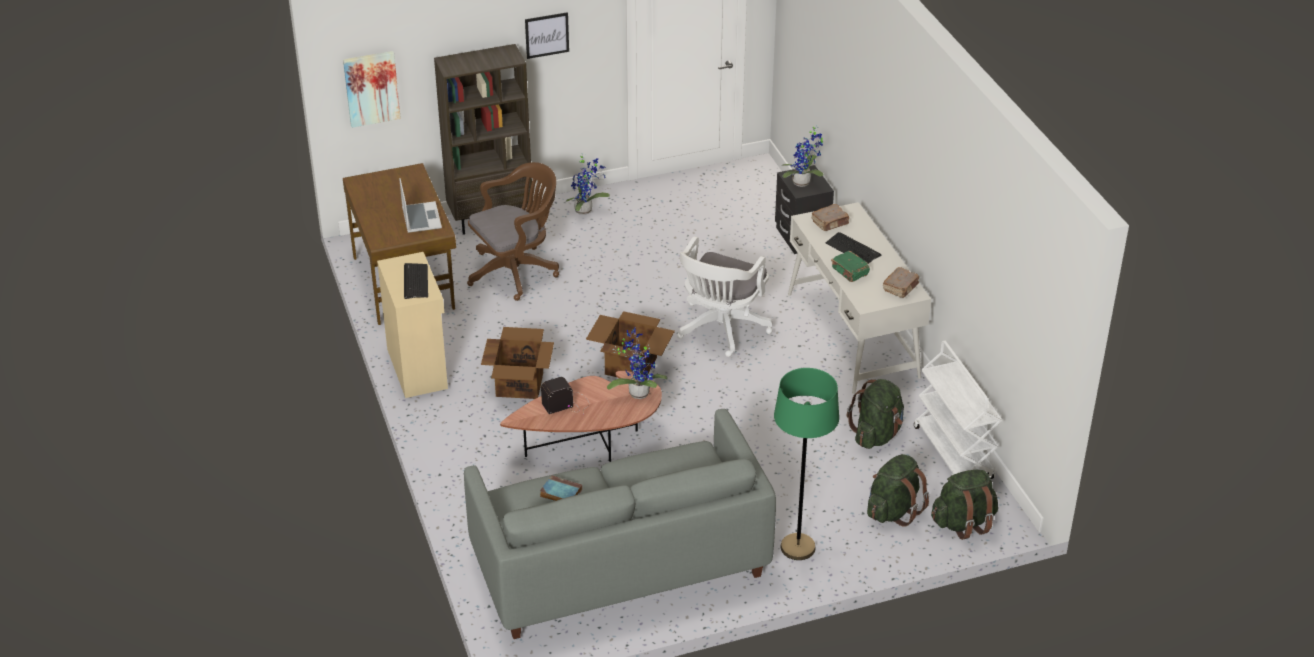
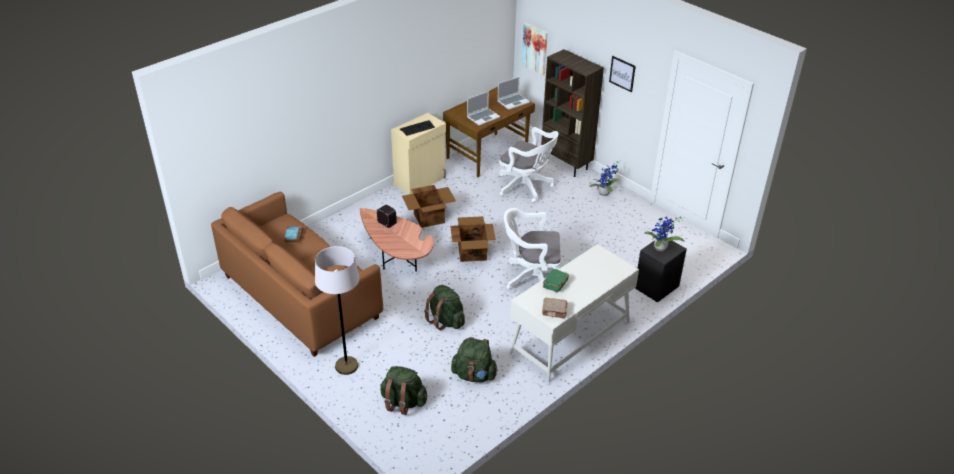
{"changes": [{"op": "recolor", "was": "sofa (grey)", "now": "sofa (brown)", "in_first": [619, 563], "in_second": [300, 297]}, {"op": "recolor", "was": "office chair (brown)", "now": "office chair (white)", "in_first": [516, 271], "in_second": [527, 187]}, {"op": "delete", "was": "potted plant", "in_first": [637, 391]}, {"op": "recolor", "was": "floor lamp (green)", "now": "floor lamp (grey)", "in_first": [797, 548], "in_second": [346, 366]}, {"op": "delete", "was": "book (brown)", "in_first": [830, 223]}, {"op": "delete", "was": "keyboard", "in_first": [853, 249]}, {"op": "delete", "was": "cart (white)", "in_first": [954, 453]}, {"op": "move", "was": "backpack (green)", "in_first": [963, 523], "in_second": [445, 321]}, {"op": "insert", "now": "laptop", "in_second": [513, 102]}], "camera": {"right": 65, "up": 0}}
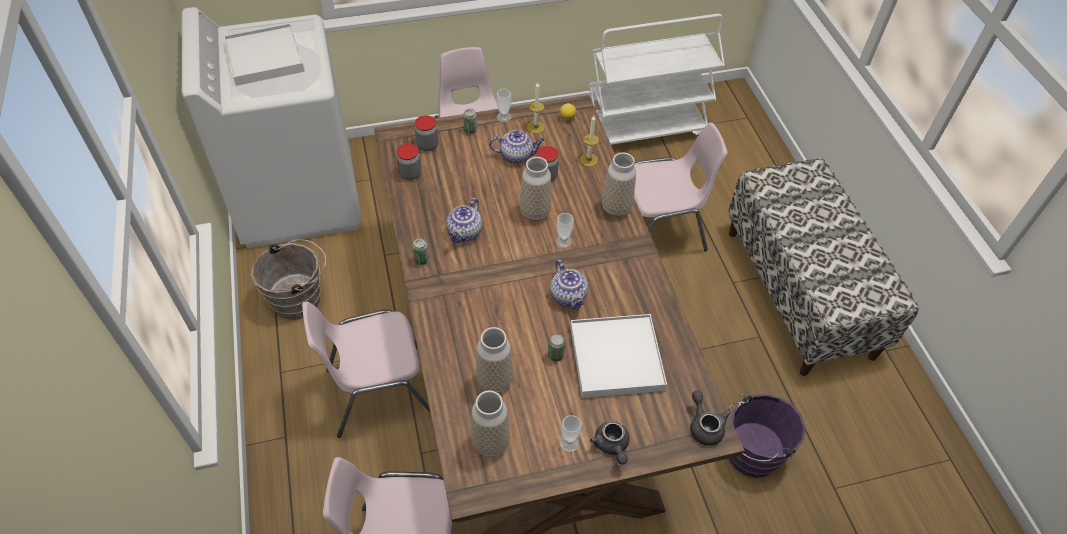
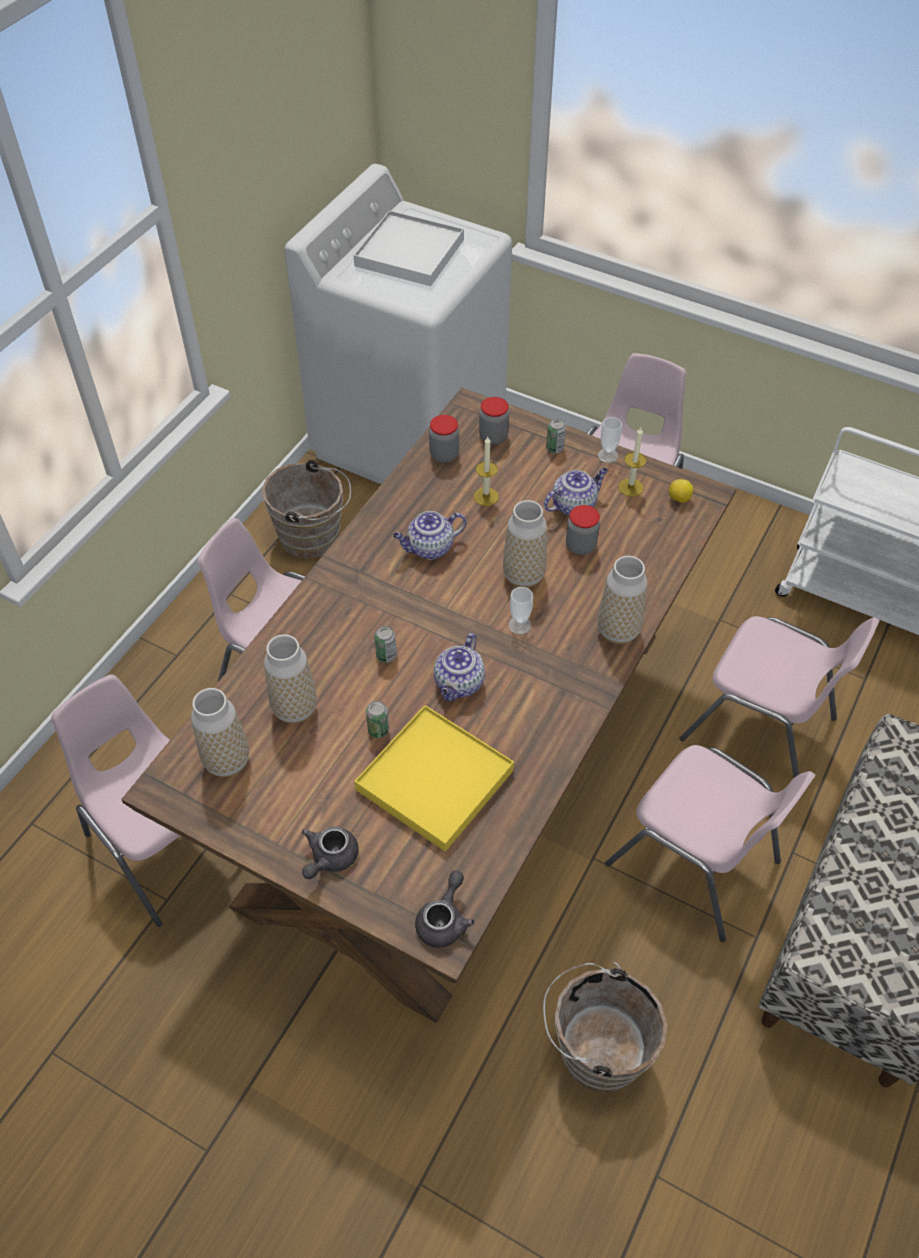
{"changes": [{"op": "move", "was": "can", "in_first": [421, 260], "in_second": [386, 656]}, {"op": "rotate", "was": "teapot", "in_first": [517, 156], "in_second": [574, 505], "clockwise": -75}, {"op": "delete", "was": "cup", "in_first": [569, 442]}, {"op": "recolor", "was": "tray (white)", "now": "tray (yellow)", "in_first": [616, 358], "in_second": [434, 779]}, {"op": "move", "was": "candle", "in_first": [588, 160], "in_second": [486, 496]}, {"op": "recolor", "was": "bucket (purple)", "now": "bucket (brown)", "in_first": [748, 454], "in_second": [594, 1049]}, {"op": "insert", "now": "chair (pink)", "in_second": [695, 864]}], "camera": {"right": 45, "up": 0}}
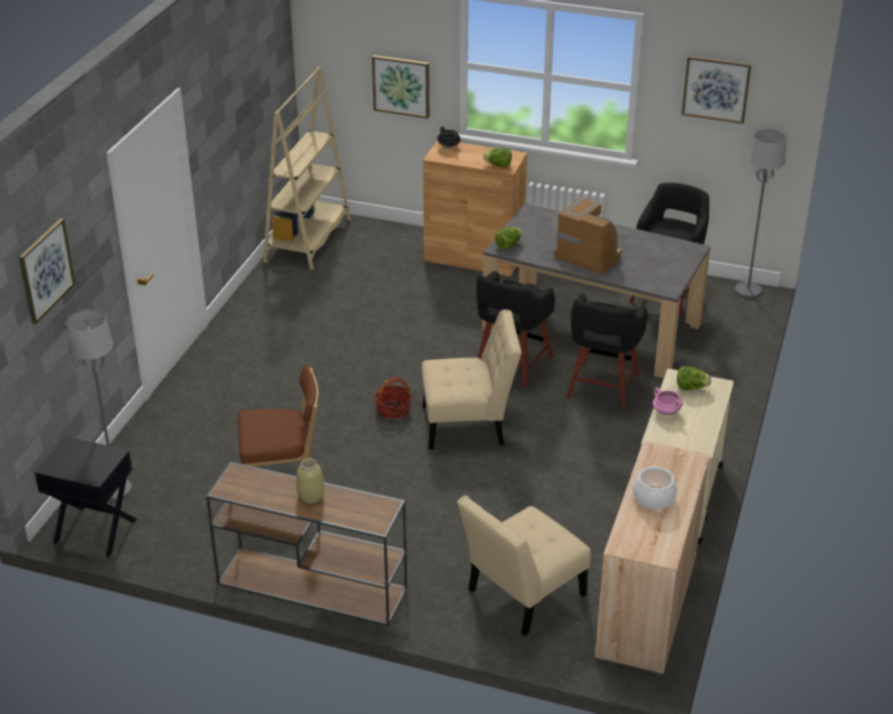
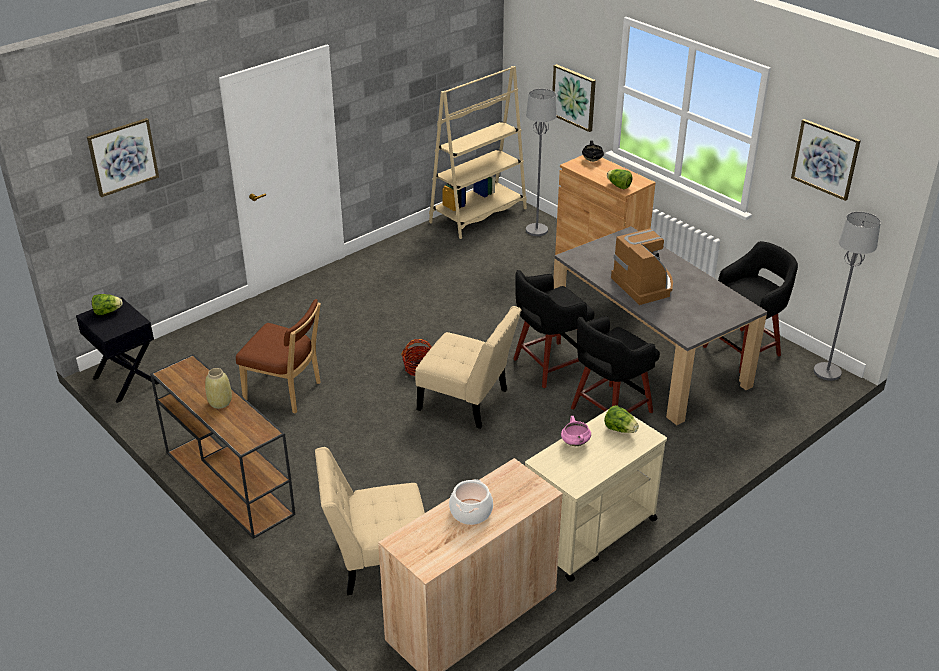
{"changes": [{"op": "move", "was": "floor lamp (grey)", "in_first": [115, 490], "in_second": [536, 230]}, {"op": "move", "was": "lettuce", "in_first": [508, 245], "in_second": [107, 312]}], "camera": {"right": 30, "up": 0}}
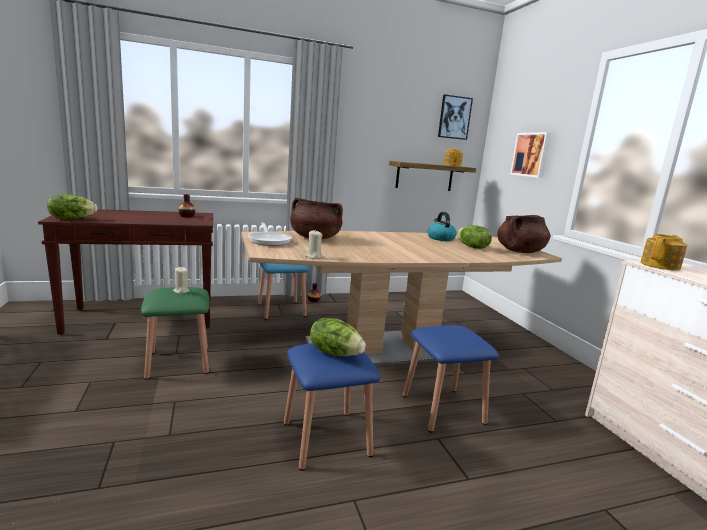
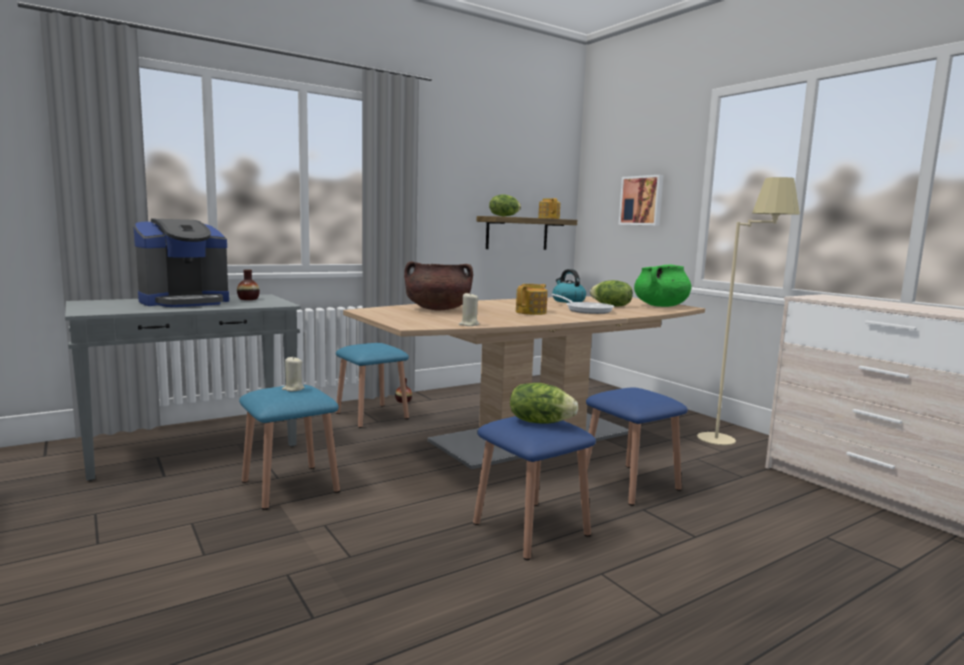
{"changes": [{"op": "recolor", "was": "console table (brown)", "now": "console table (grey)", "in_first": [144, 318], "in_second": [194, 446]}, {"op": "move", "was": "lettuce", "in_first": [72, 219], "in_second": [504, 216]}, {"op": "recolor", "was": "stool (green)", "now": "stool (blue)", "in_first": [178, 362], "in_second": [290, 486]}, {"op": "move", "was": "frying pan", "in_first": [269, 240], "in_second": [586, 310]}, {"op": "delete", "was": "picture", "in_first": [454, 117]}, {"op": "recolor", "was": "cooking pot (brown)", "now": "cooking pot (green)", "in_first": [520, 251], "in_second": [660, 306]}, {"op": "move", "was": "teapot", "in_first": [660, 266], "in_second": [531, 312]}, {"op": "insert", "now": "coffee machine", "in_second": [185, 302]}, {"op": "insert", "now": "floor lamp (beige)", "in_second": [734, 441]}], "camera": {"right": -15, "up": -5}}
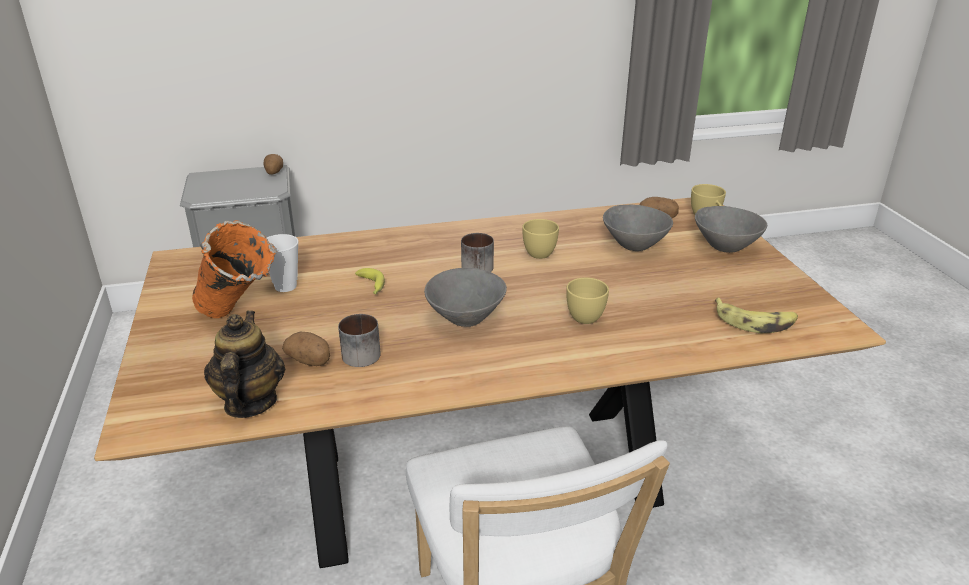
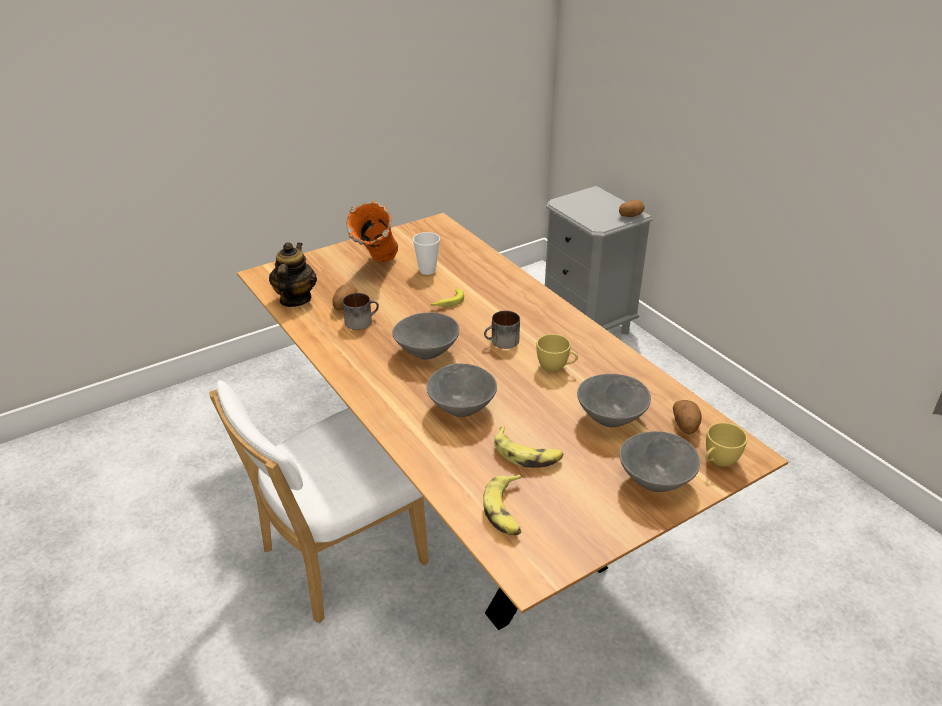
{"changes": [{"op": "rotate", "was": "teapot", "in_first": [250, 403], "in_second": [295, 299], "clockwise": -60}, {"op": "replace", "was": "cup (yellow)", "now": "bowl (grey)", "in_first": [583, 315], "in_second": [462, 407]}, {"op": "insert", "now": "banana", "in_second": [527, 454]}], "camera": {"right": 70, "up": 5}}
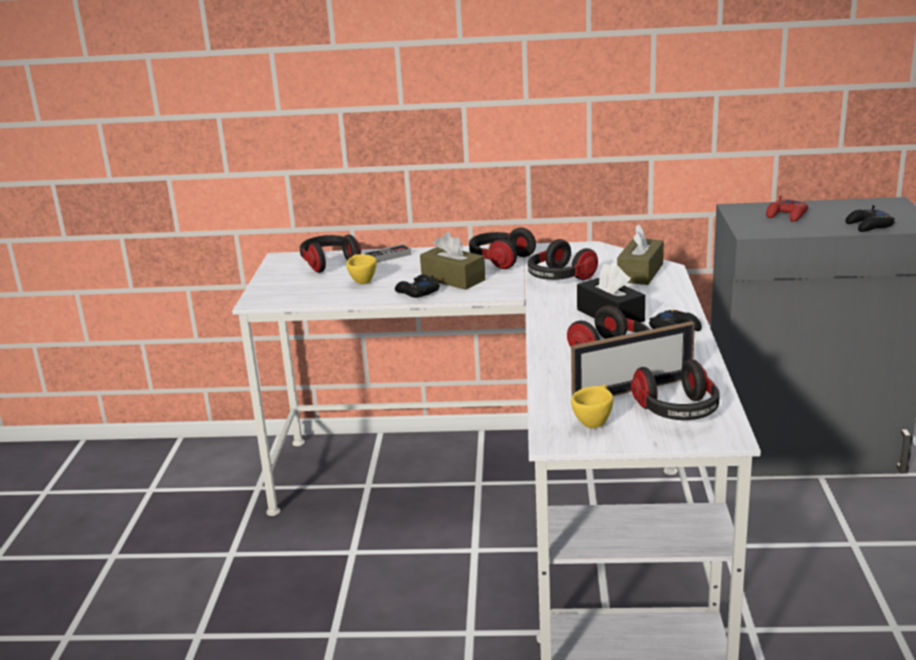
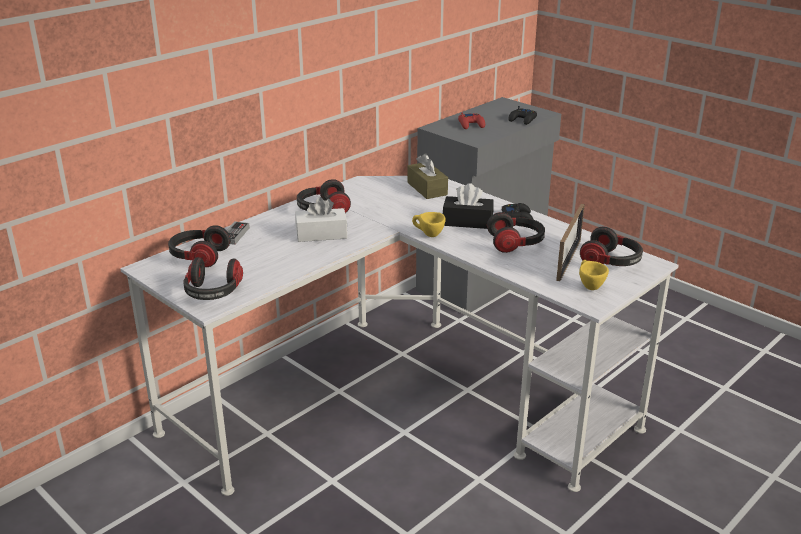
{"changes": [{"op": "move", "was": "cup (yellow)", "in_first": [361, 281], "in_second": [428, 235]}, {"op": "delete", "was": "game controller (black)", "in_first": [417, 292]}, {"op": "recolor", "was": "tissue box (brown)", "now": "tissue box (white)", "in_first": [453, 279], "in_second": [321, 234]}, {"op": "move", "was": "headphones", "in_first": [559, 278], "in_second": [213, 293]}], "camera": {"right": -50, "up": 5}}
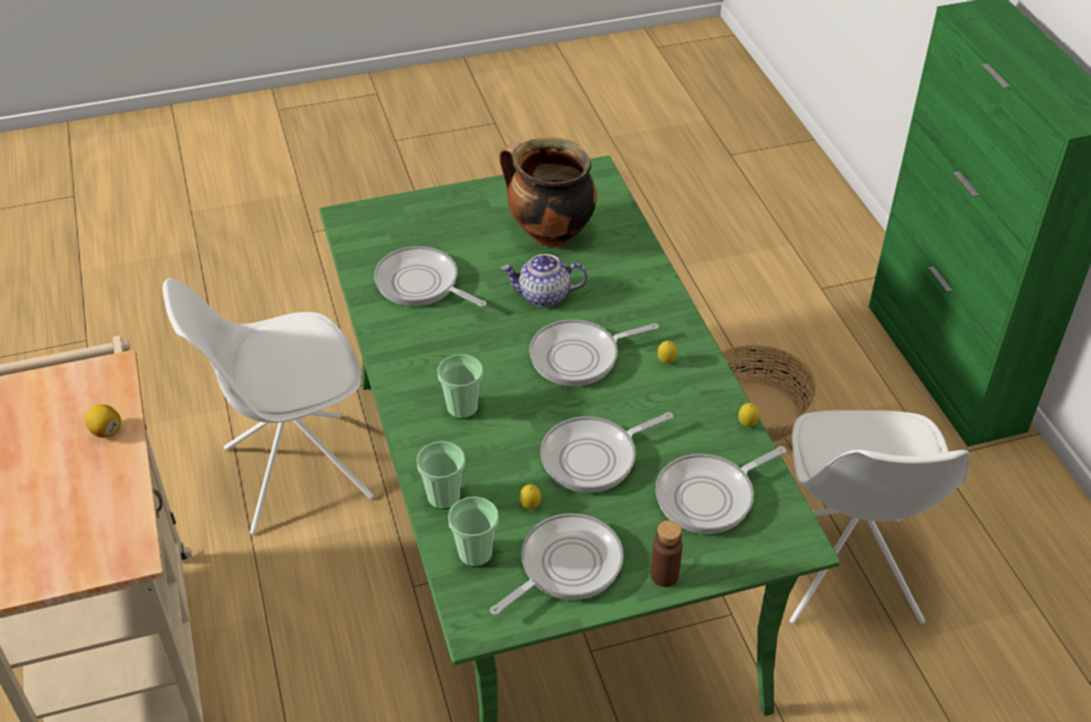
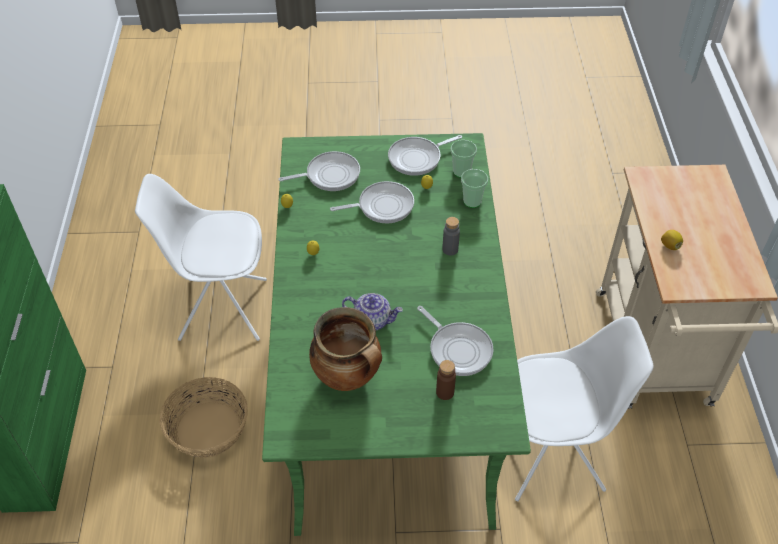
{"changes": [{"op": "replace", "was": "cup", "now": "bottle (grey)", "in_first": [462, 408], "in_second": [450, 249]}, {"op": "delete", "was": "frying pan", "in_first": [580, 357]}, {"op": "move", "was": "bottle (brown)", "in_first": [664, 575], "in_second": [445, 392]}, {"op": "rotate", "was": "chair (white)", "in_first": [846, 573], "in_second": [221, 309], "clockwise": -105}], "camera": {"right": -165, "up": 5}}
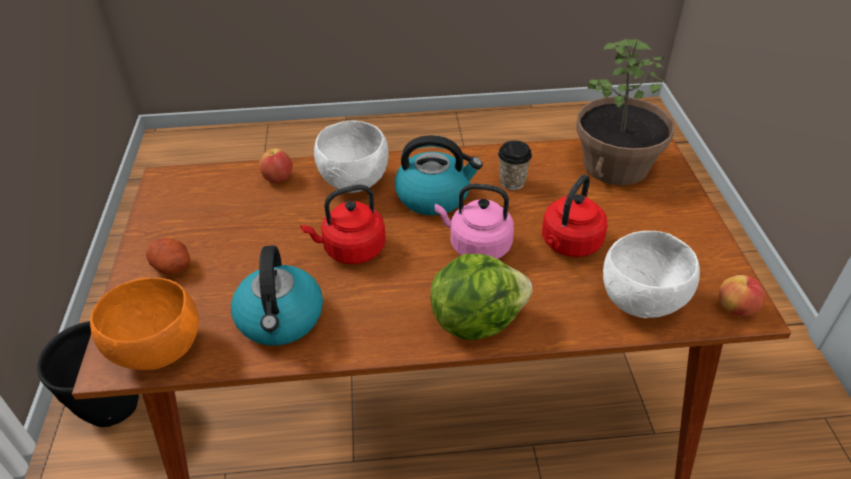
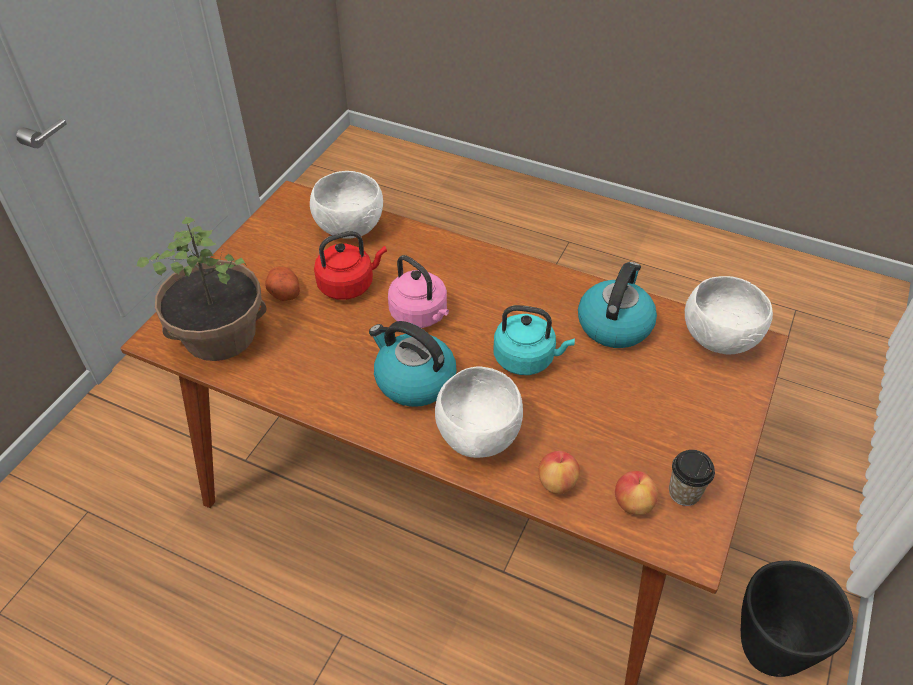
{"changes": [{"op": "recolor", "was": "bowl (orange)", "now": "bowl (white)", "in_first": [159, 351], "in_second": [718, 339]}, {"op": "move", "was": "potato", "in_first": [173, 266], "in_second": [283, 292]}, {"op": "recolor", "was": "kettle (red)", "now": "kettle (turquoise)", "in_first": [351, 250], "in_second": [527, 359]}, {"op": "delete", "was": "lettuce", "in_first": [476, 319]}, {"op": "move", "was": "cup", "in_first": [512, 182], "in_second": [684, 492]}, {"op": "move", "was": "apple", "in_first": [736, 308], "in_second": [632, 503]}], "camera": {"right": -150, "up": 5}}
